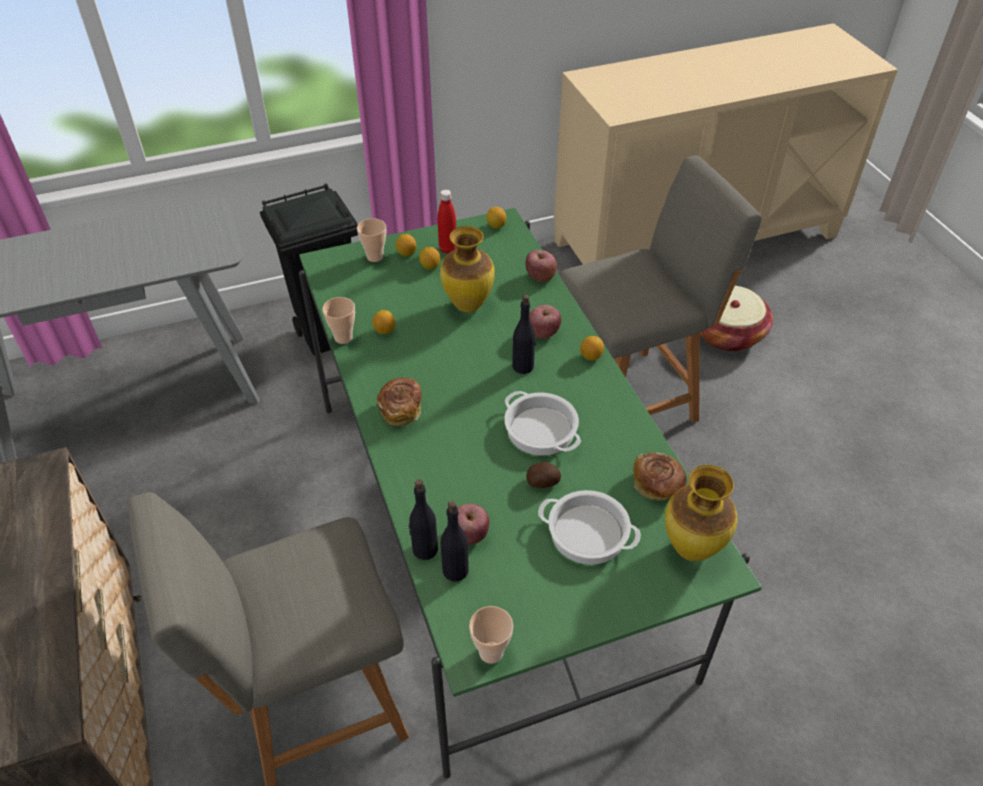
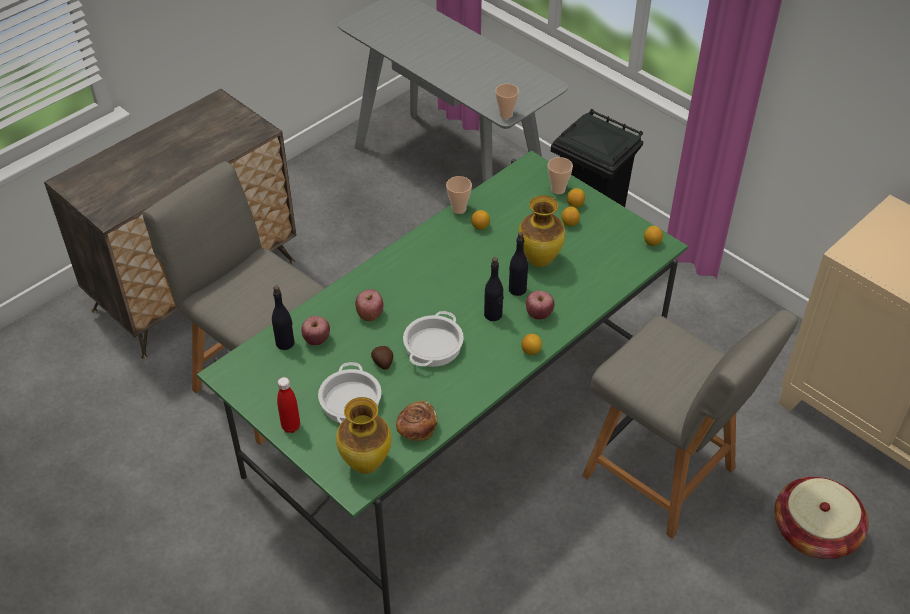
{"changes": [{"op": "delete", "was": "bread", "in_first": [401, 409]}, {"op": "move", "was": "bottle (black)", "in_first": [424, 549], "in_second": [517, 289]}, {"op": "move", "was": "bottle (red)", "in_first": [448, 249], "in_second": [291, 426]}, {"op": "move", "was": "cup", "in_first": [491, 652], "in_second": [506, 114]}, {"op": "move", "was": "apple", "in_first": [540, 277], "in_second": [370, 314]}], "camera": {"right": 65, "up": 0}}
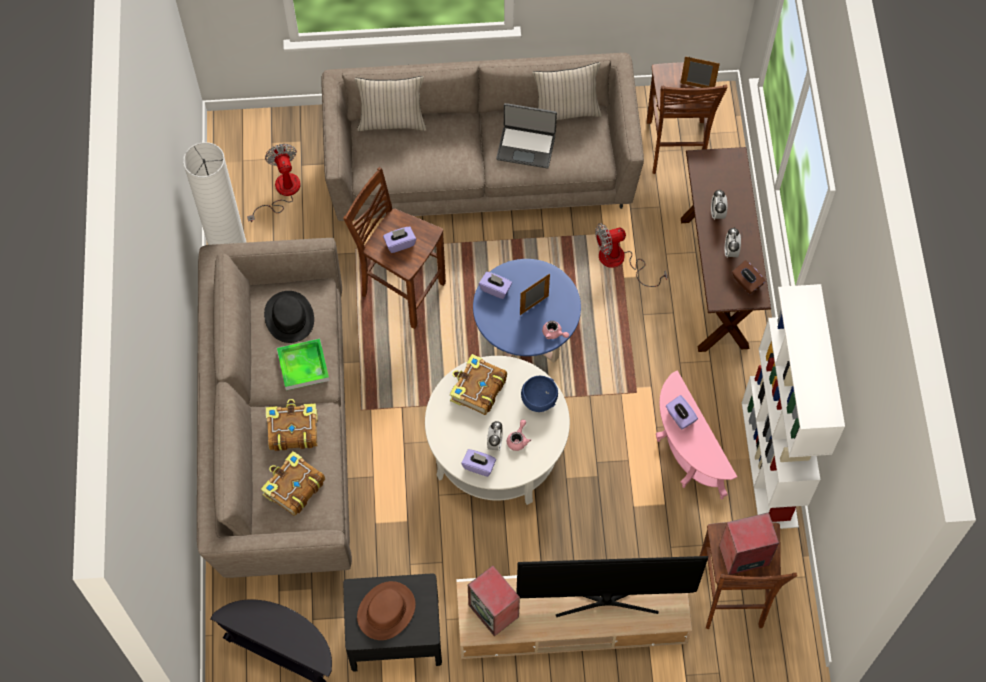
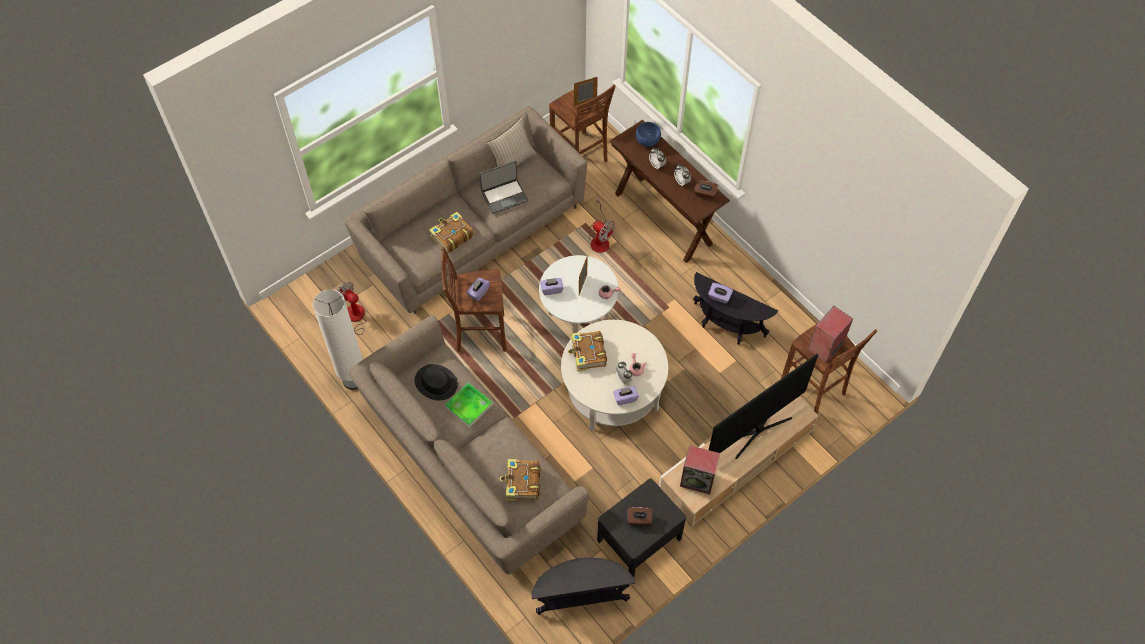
{"changes": [{"op": "move", "was": "book", "in_first": [292, 430], "in_second": [451, 236]}, {"op": "delete", "was": "pillow (beige)", "in_first": [392, 121]}, {"op": "replace", "was": "hat (brown)", "now": "tissue box (brown)", "in_first": [386, 611], "in_second": [639, 519]}, {"op": "recolor", "was": "coffee table (blue)", "now": "coffee table (white)", "in_first": [525, 337], "in_second": [578, 315]}, {"op": "move", "was": "bowl (blue)", "in_first": [538, 400], "in_second": [647, 141]}, {"op": "rotate", "was": "fan", "in_first": [620, 261], "in_second": [599, 239], "clockwise": -90}, {"op": "recolor", "was": "side table (pink)", "now": "side table (black)", "in_first": [684, 457], "in_second": [725, 326]}, {"op": "delete", "was": "bookcase (white)", "in_first": [770, 464]}], "camera": {"right": -35, "up": -5}}
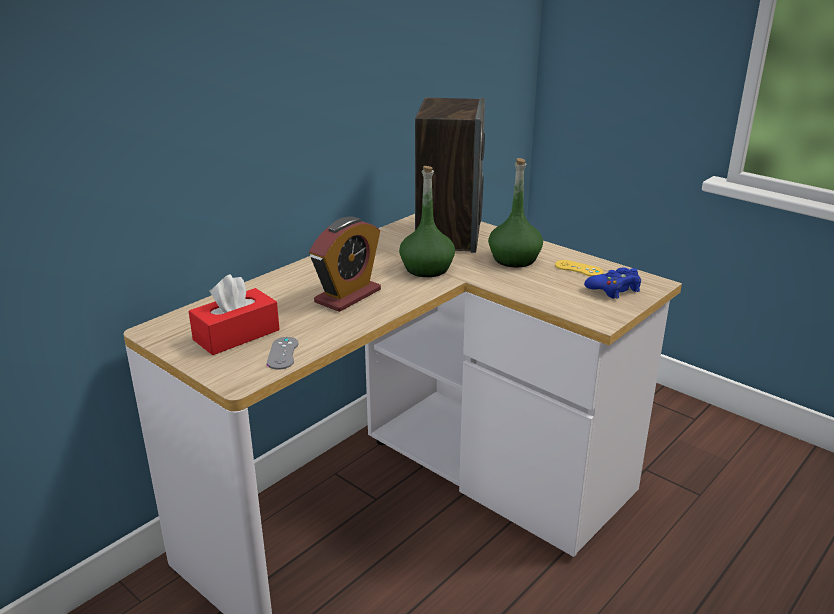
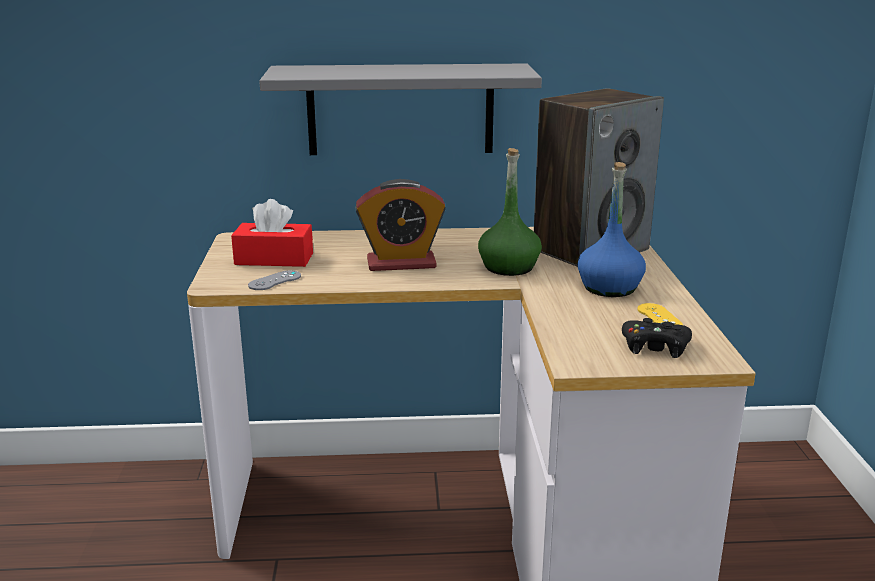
{"changes": [{"op": "recolor", "was": "bottle (green)", "now": "bottle (blue)", "in_first": [514, 259], "in_second": [610, 288]}, {"op": "recolor", "was": "game controller (blue)", "now": "game controller (black)", "in_first": [614, 289], "in_second": [655, 347]}, {"op": "insert", "now": "shelf (grey)", "in_second": [400, 109]}], "camera": {"right": 45, "up": -5}}
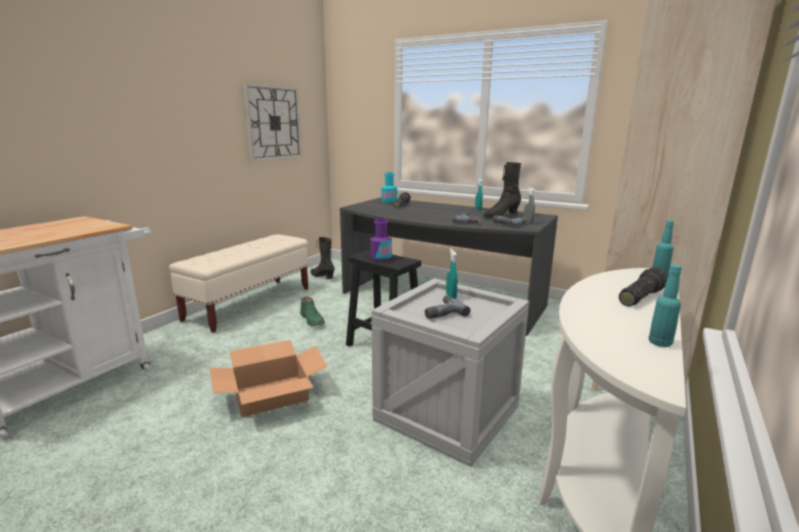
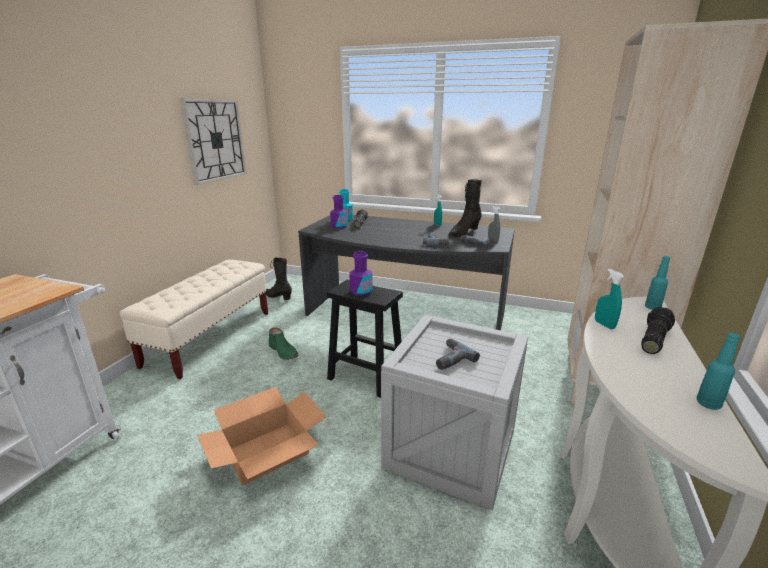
{"changes": [{"op": "move", "was": "spray bottle (turquoise)", "in_first": [451, 297], "in_second": [604, 325]}, {"op": "insert", "now": "bottle (purple)", "in_second": [339, 226]}], "camera": {"right": -10, "up": 5}}
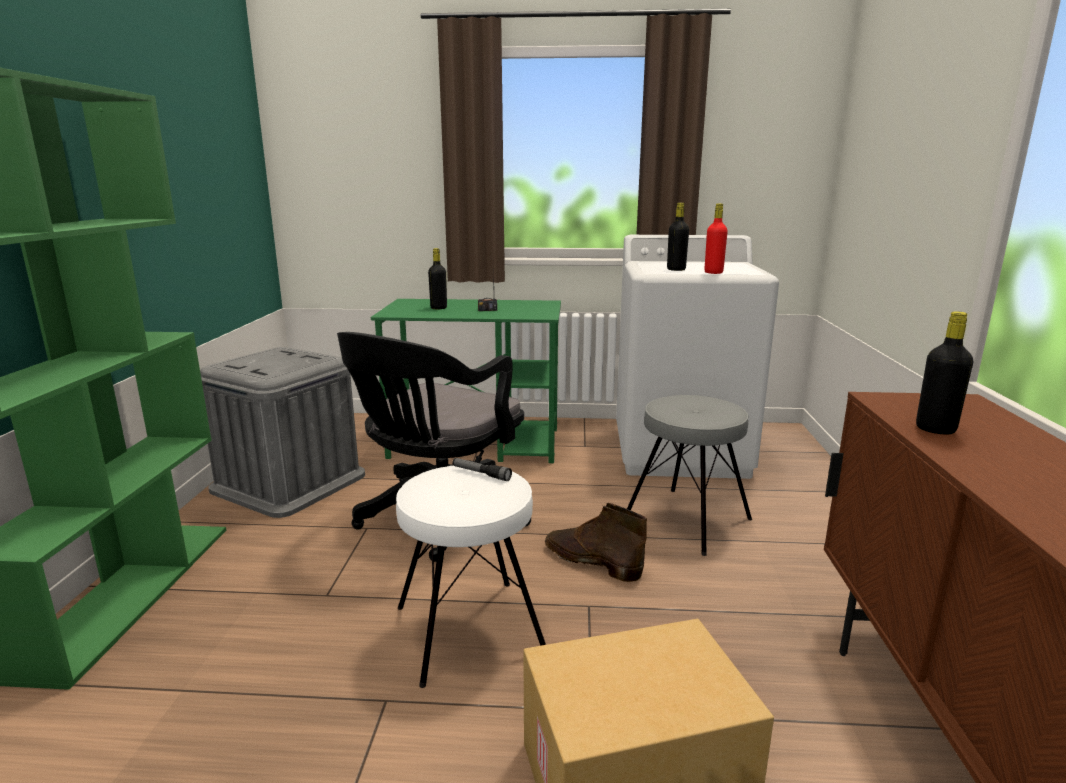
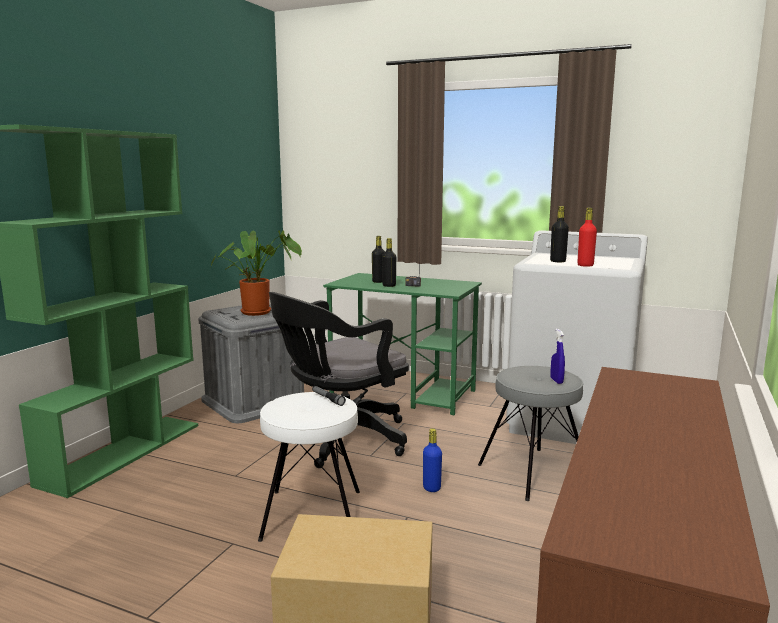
{"changes": [{"op": "replace", "was": "boot (brown)", "now": "bottle (blue)", "in_first": [591, 561], "in_second": [431, 488]}, {"op": "move", "was": "bottle (black)", "in_first": [935, 429], "in_second": [389, 285]}, {"op": "insert", "now": "potted plant", "in_second": [259, 312]}, {"op": "insert", "now": "spray bottle (blue)", "in_second": [556, 381]}], "camera": {"right": 20, "up": -5}}
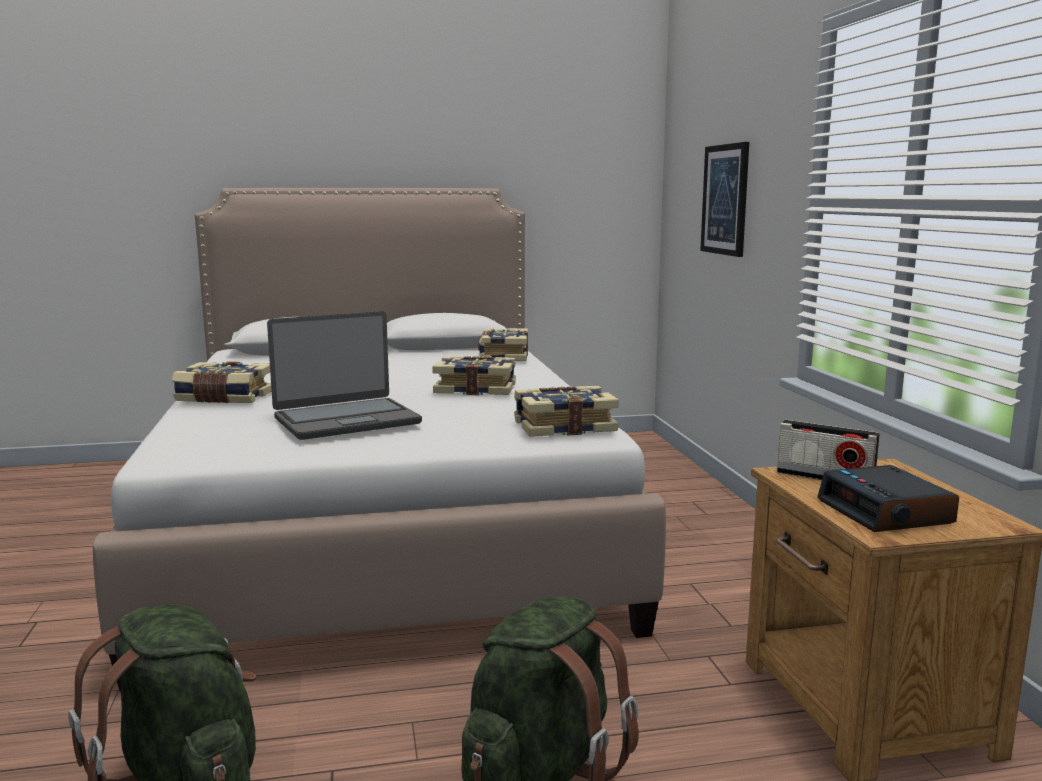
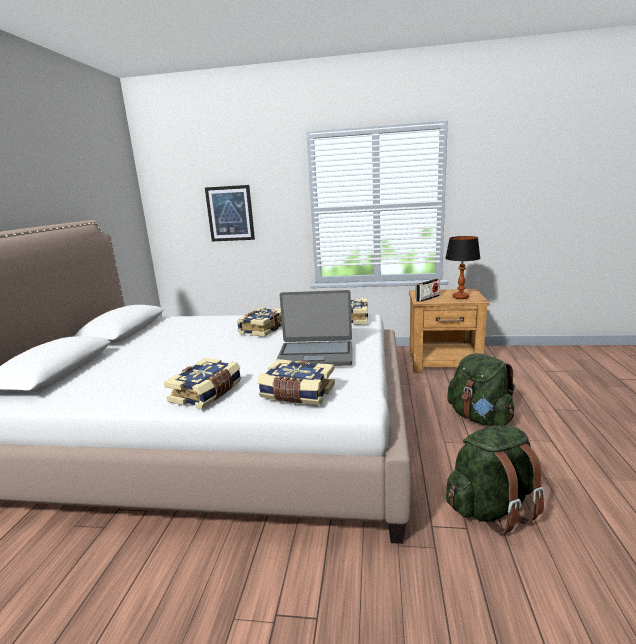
{"changes": [{"op": "rotate", "was": "laptop", "in_first": [346, 420], "in_second": [315, 354], "clockwise": 105}, {"op": "move", "was": "book", "in_first": [503, 356], "in_second": [297, 393]}, {"op": "replace", "was": "alarm clock", "now": "table lamp", "in_first": [886, 512], "in_second": [460, 297]}], "camera": {"right": -70, "up": 5}}
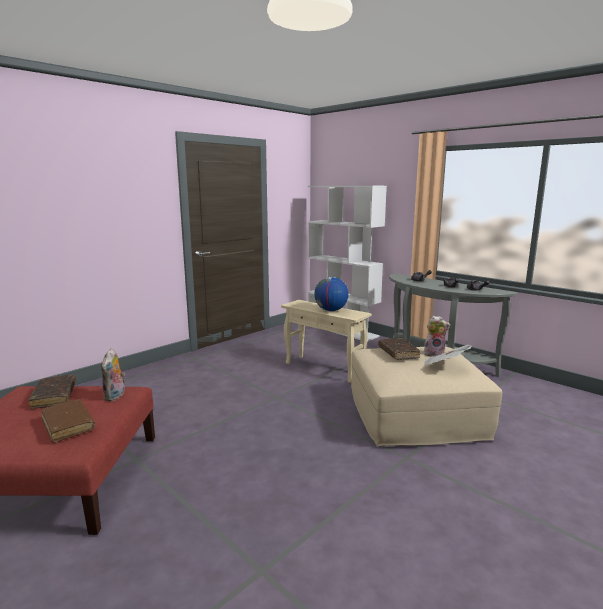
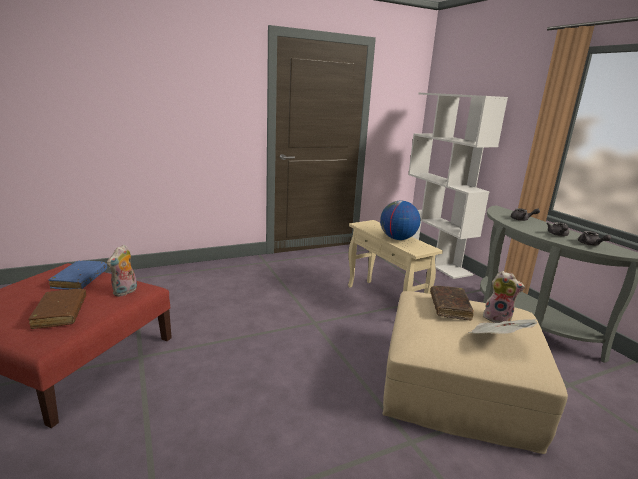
{"changes": [{"op": "recolor", "was": "book (brown)", "now": "book (blue)", "in_first": [54, 396], "in_second": [80, 280]}], "camera": {"right": 20, "up": 5}}
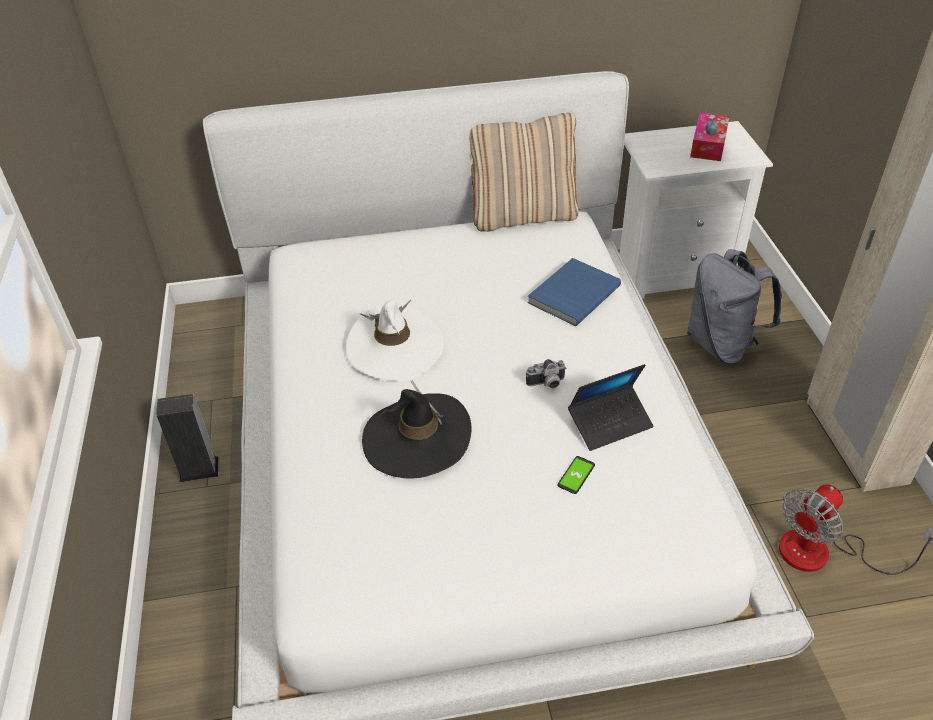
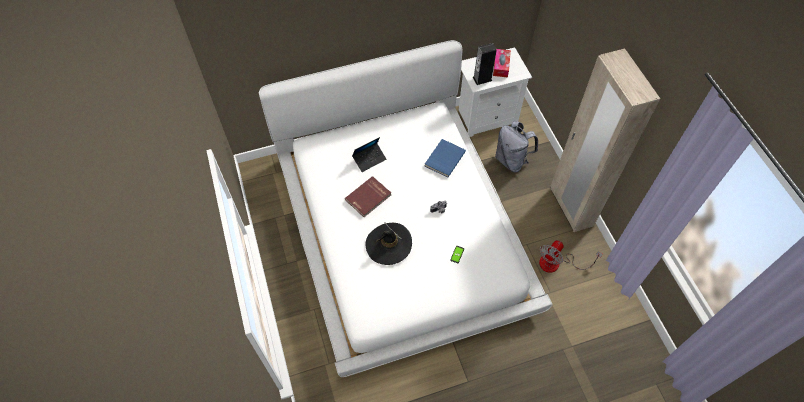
{"changes": [{"op": "move", "was": "speaker", "in_first": [199, 469], "in_second": [482, 79]}, {"op": "replace", "was": "hat (white)", "now": "book (red)", "in_first": [395, 347], "in_second": [368, 198]}, {"op": "delete", "was": "pillow (beige)", "in_first": [523, 215]}, {"op": "move", "was": "laptop", "in_first": [610, 423], "in_second": [369, 159]}], "camera": {"right": -10, "up": 15}}
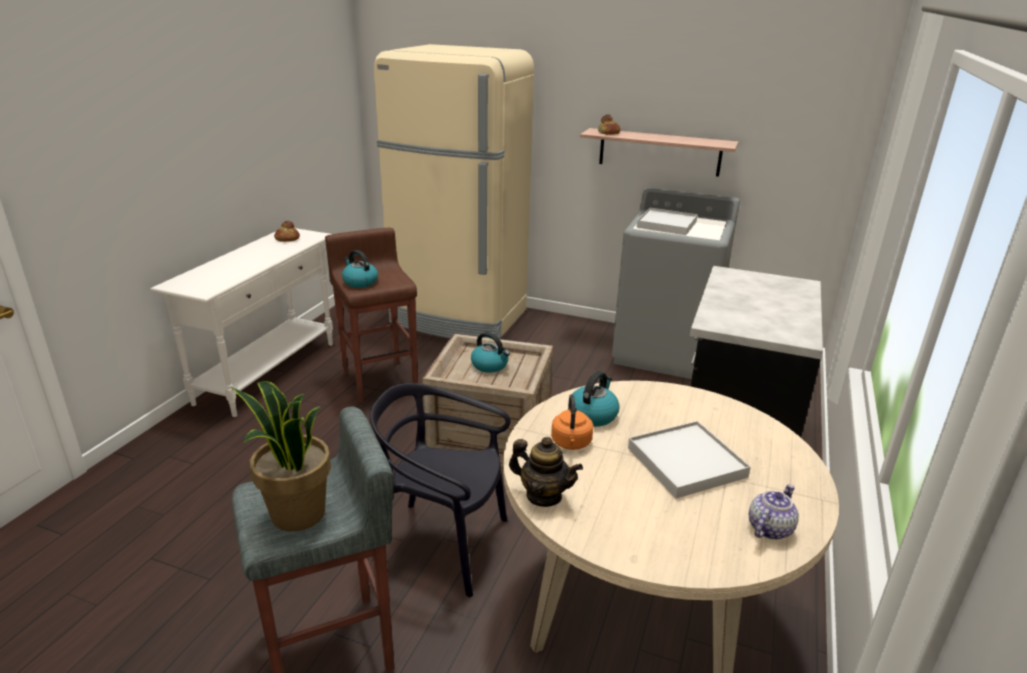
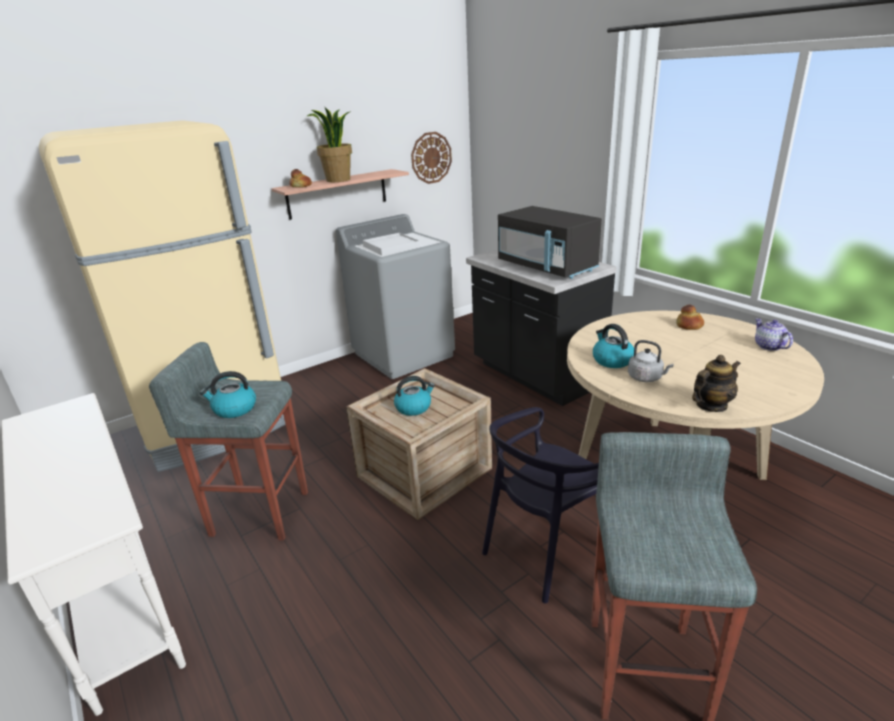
{"changes": [{"op": "move", "was": "potted plant", "in_first": [297, 514], "in_second": [338, 180]}, {"op": "move", "was": "bread", "in_first": [287, 239], "in_second": [689, 325]}, {"op": "recolor", "was": "stool (brown)", "now": "stool (grey)", "in_first": [380, 380], "in_second": [259, 512]}, {"op": "recolor", "was": "kettle (orange)", "now": "kettle (grey)", "in_first": [571, 443], "in_second": [646, 378]}, {"op": "delete", "was": "tray (white)", "in_first": [686, 462]}, {"op": "insert", "now": "wall clock", "in_second": [431, 157]}, {"op": "insert", "now": "microwave (black)", "in_second": [546, 267]}], "camera": {"right": -55, "up": 0}}
